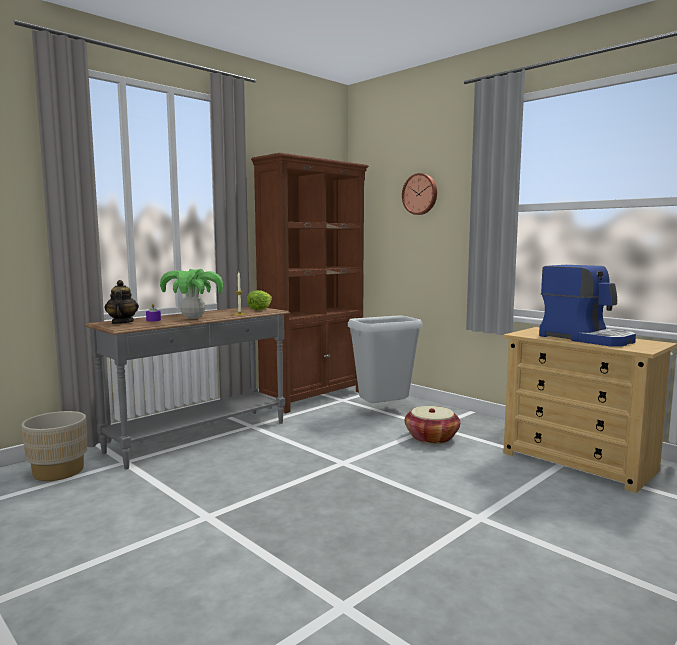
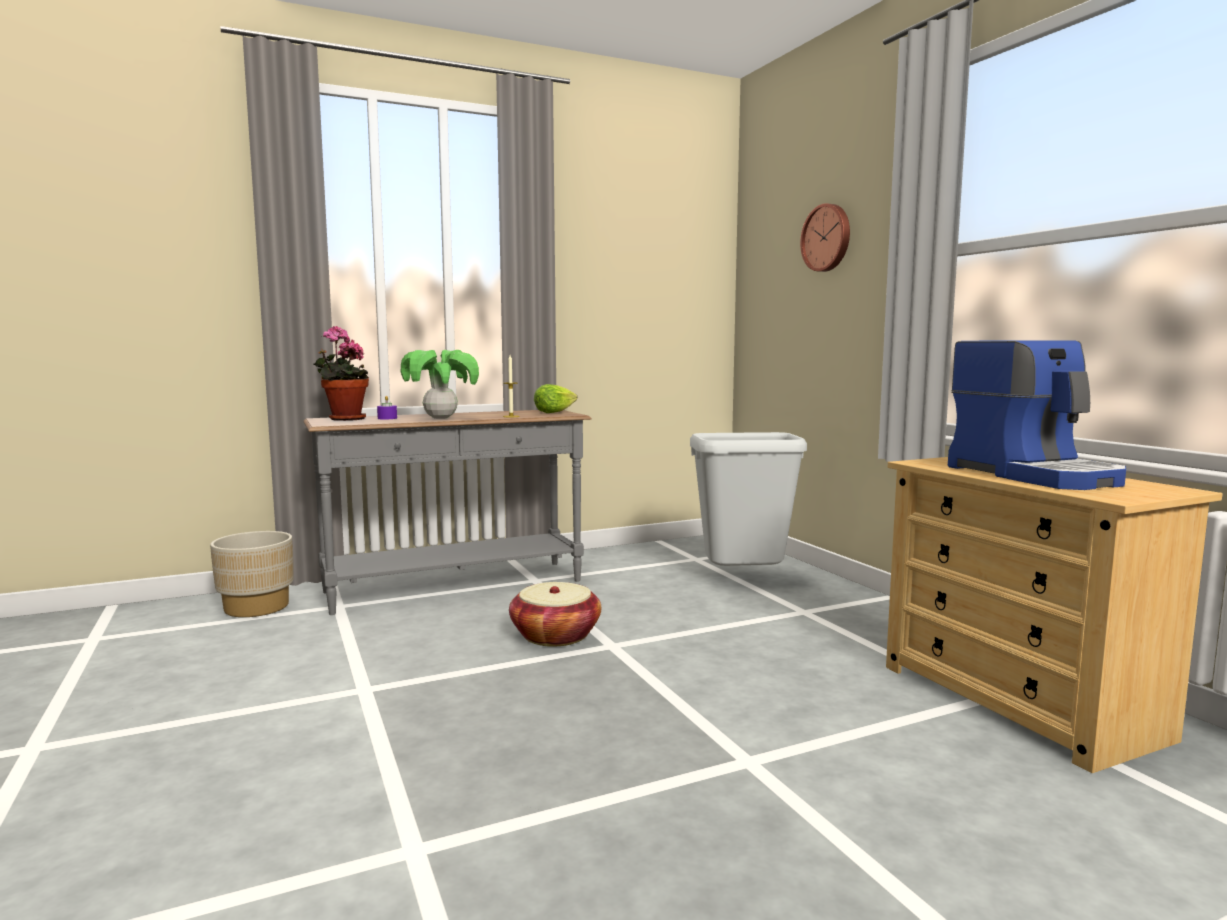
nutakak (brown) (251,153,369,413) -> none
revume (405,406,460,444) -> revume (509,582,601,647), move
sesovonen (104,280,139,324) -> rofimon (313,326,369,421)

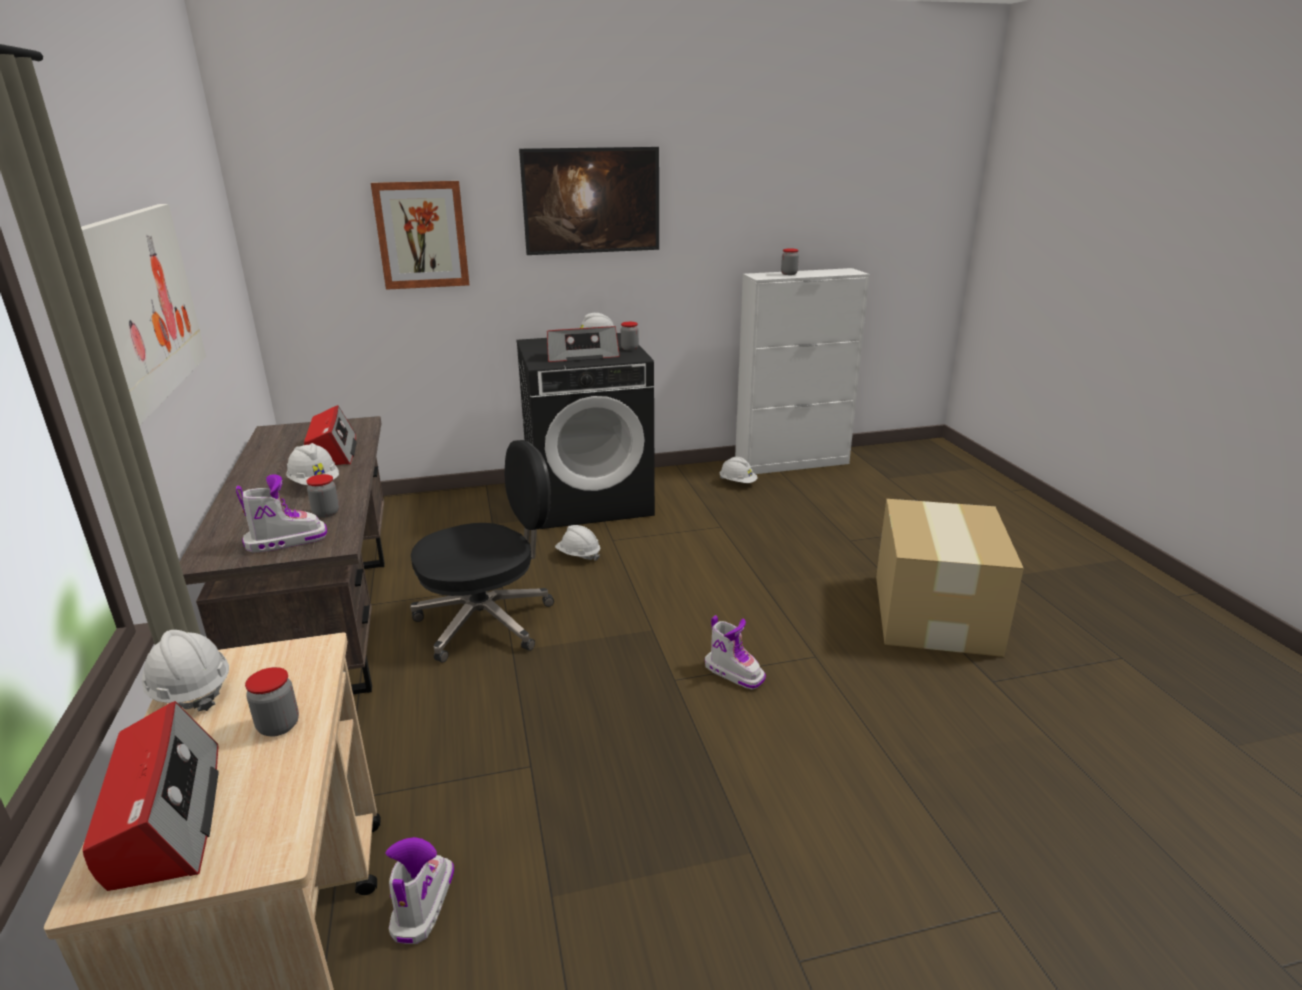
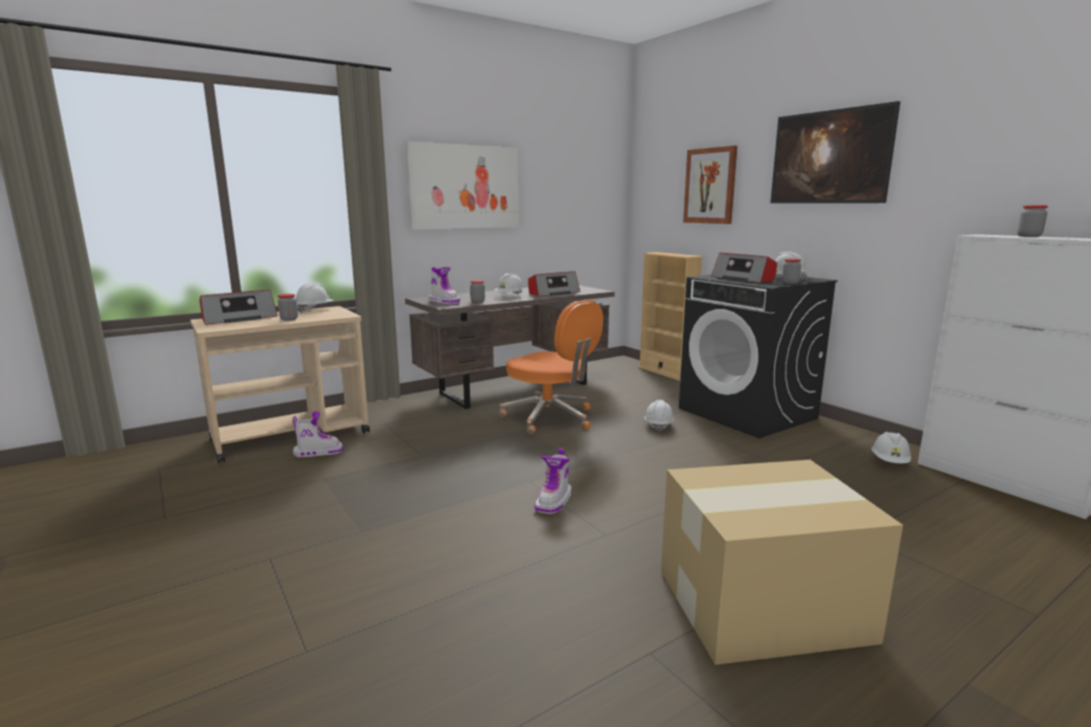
none -> nutakak (beige) (638,252,703,381)
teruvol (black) (410,440,554,663) -> teruvol (orange) (499,300,603,435)

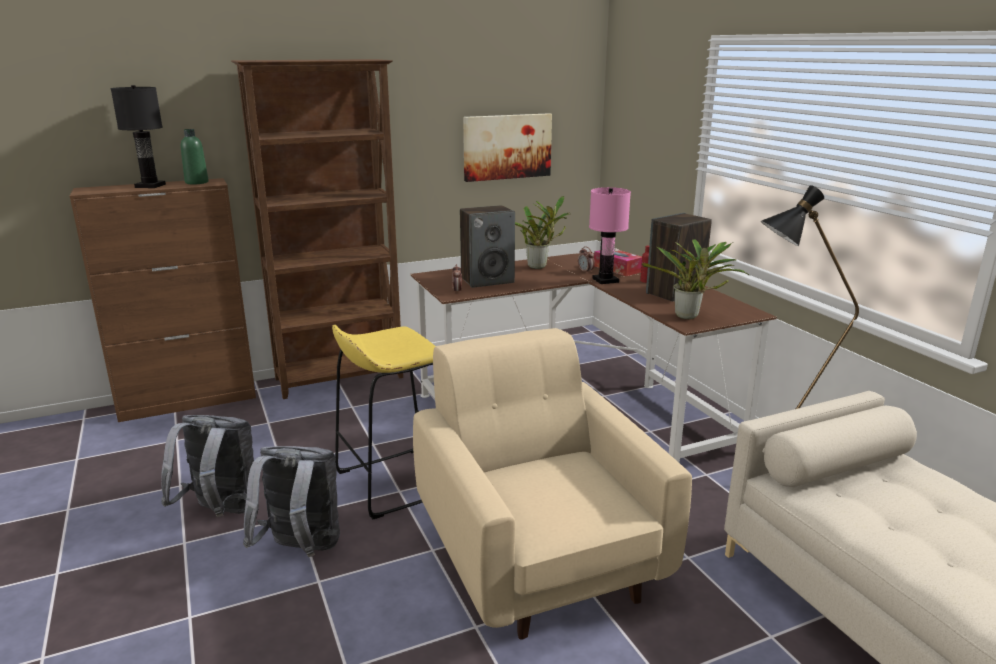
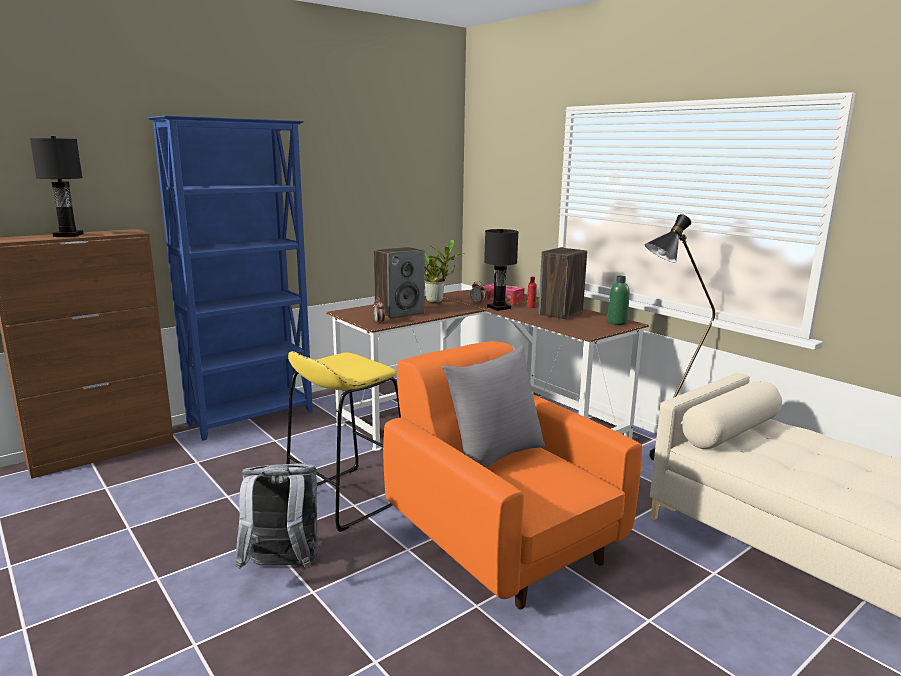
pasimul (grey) (161,415,254,517) -> none
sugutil (463,113,552,182) -> none
rofimon (642,239,749,319) -> none
none -> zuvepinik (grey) (442,345,545,468)
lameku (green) (181,129,209,184) -> lameku (green) (607,276,630,325), move
nutakak (brown) (231,59,403,399) -> nutakak (blue) (147,116,313,441)
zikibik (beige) (413,328,692,640) -> zikibik (orange) (383,341,642,609)
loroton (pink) (589,187,631,284) -> loroton (black) (484,229,519,311)

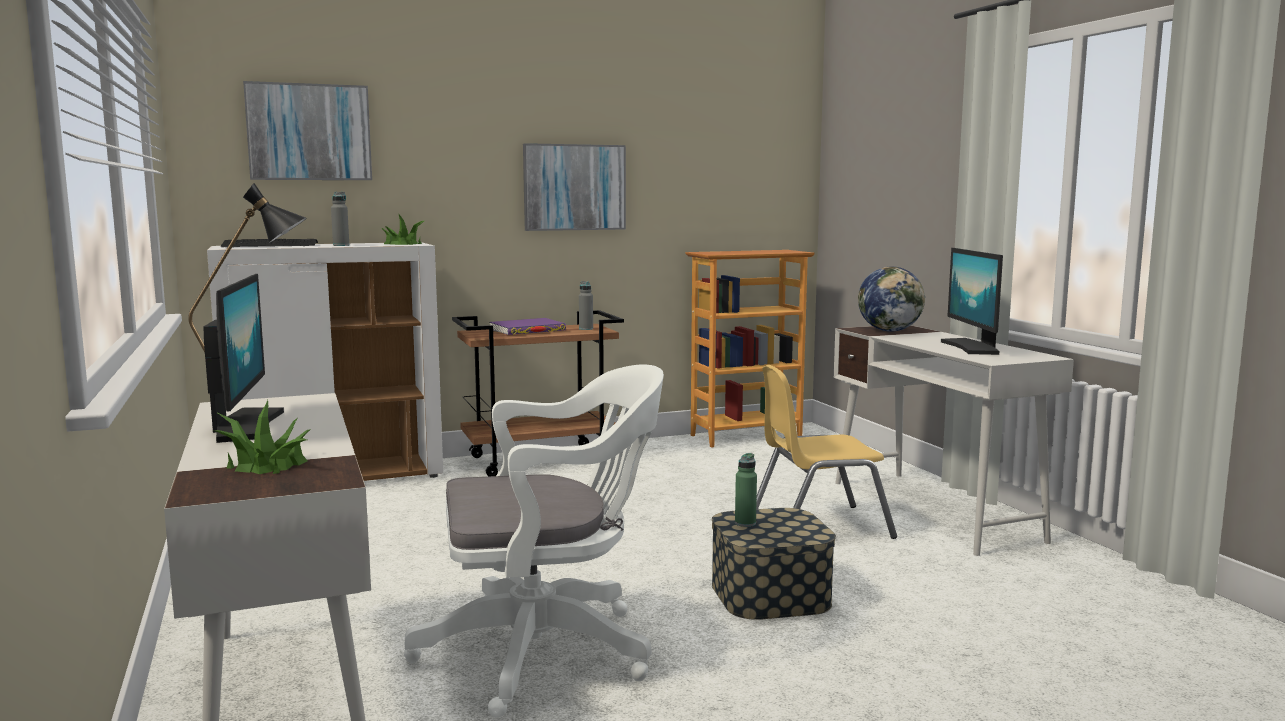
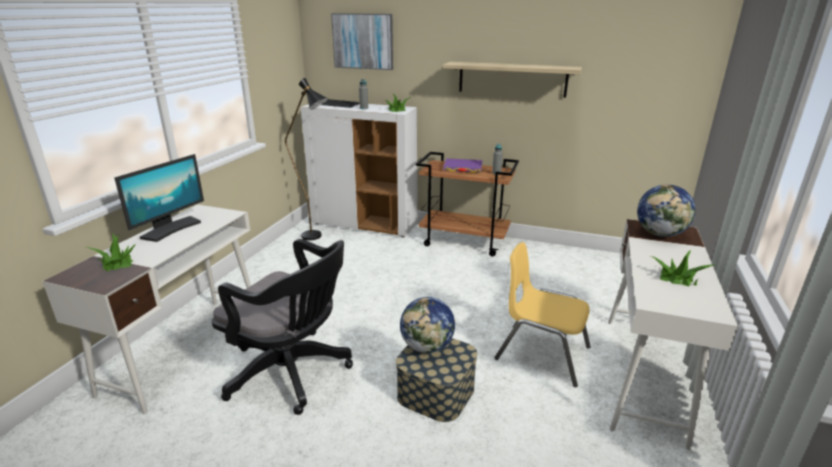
nutakak (685,250,815,447) -> none
sugutil (523,143,626,231) -> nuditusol (443,62,582,98)
lameku (green) (735,453,757,527) -> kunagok (400,297,455,353)
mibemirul (941,248,1003,355) -> rofimon (651,250,714,286)
teruvol (white) (404,364,664,718) -> teruvol (black) (212,239,353,415)

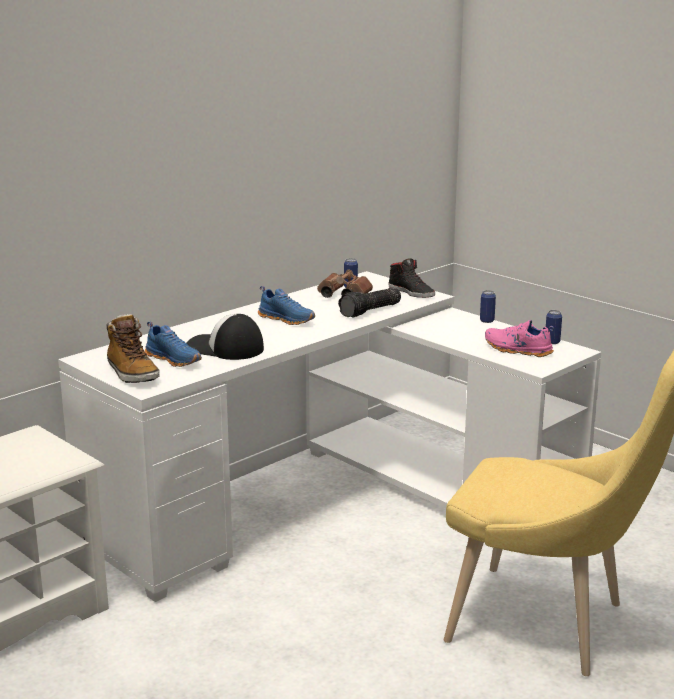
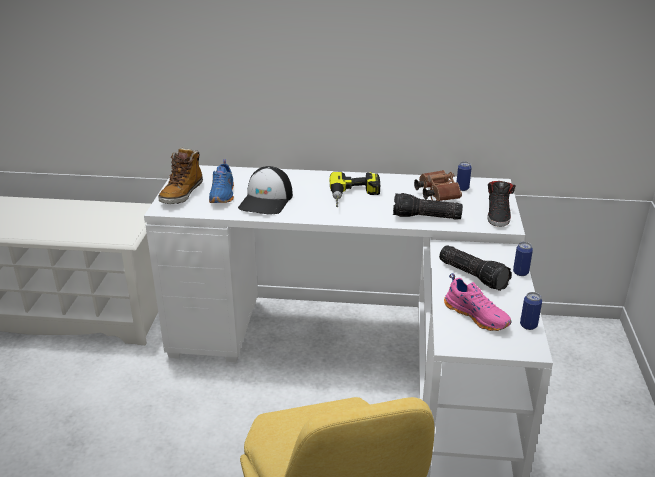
none -> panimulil (439,245,512,291)
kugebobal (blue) (258,286,315,325) -> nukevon (330,172,380,208)
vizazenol (186,314,264,360) -> vizazenol (238,166,293,214), 150 degrees counterclockwise
kugebobal (pink) (485,320,554,357) -> kugebobal (pink) (444,273,511,331), 150 degrees clockwise

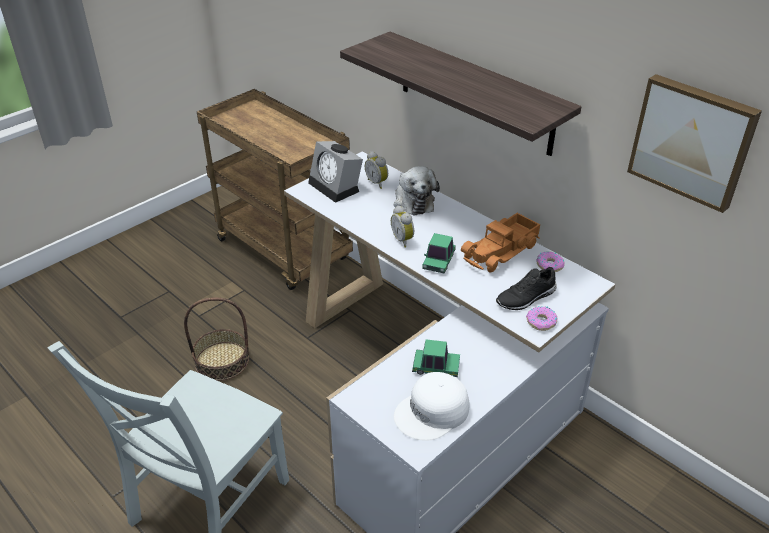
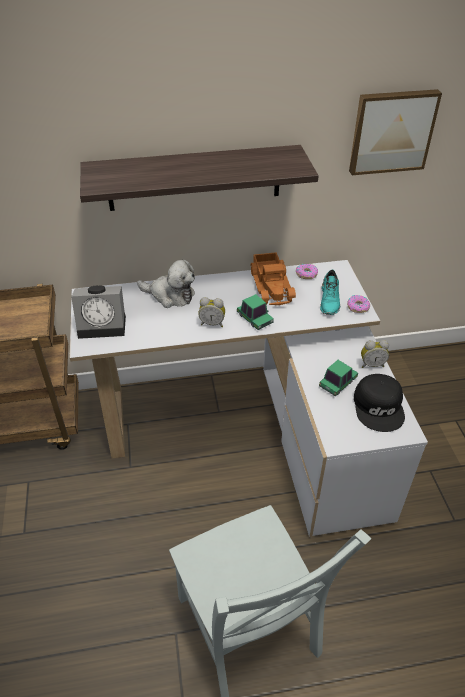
revume (184,297,249,381) -> none
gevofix (365,151,388,189) -> gevofix (361,340,389,368), move
vizazenol (white) (394,372,470,441) -> vizazenol (black) (354,374,405,432)
kugebobal (black) (496,267,557,310) -> kugebobal (turquoise) (320,270,340,315)

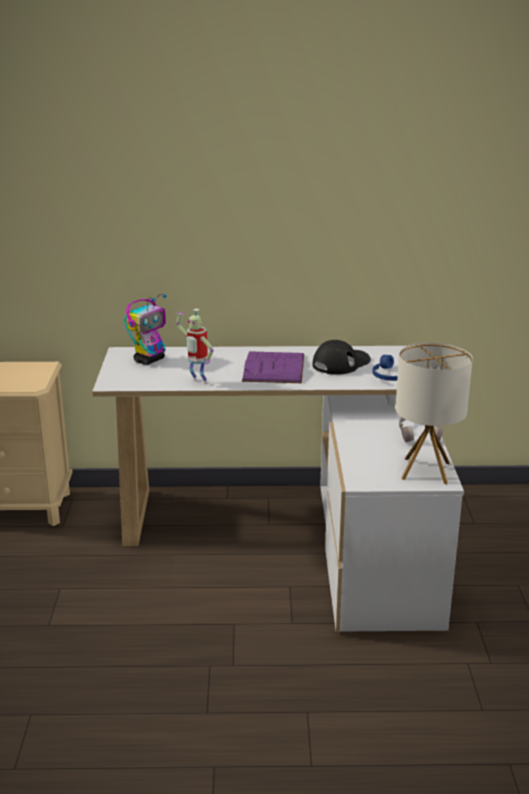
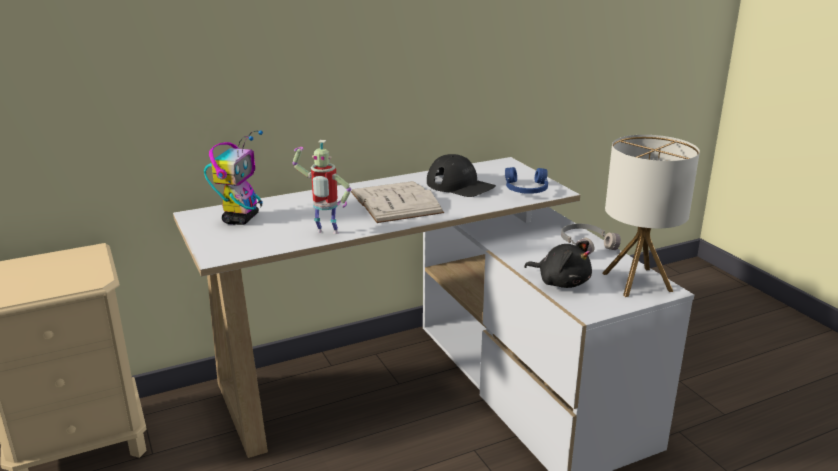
none -> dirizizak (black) (524,241,592,288)
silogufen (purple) (242,351,304,383) -> silogufen (white) (351,181,444,223)
vizazenol (black) (313,340,371,375) -> vizazenol (black) (427,154,496,197), 105 degrees clockwise

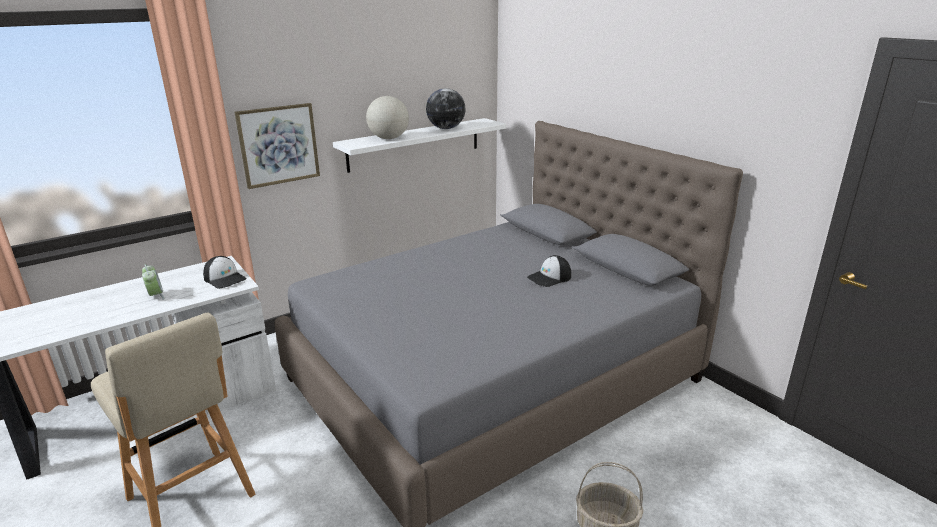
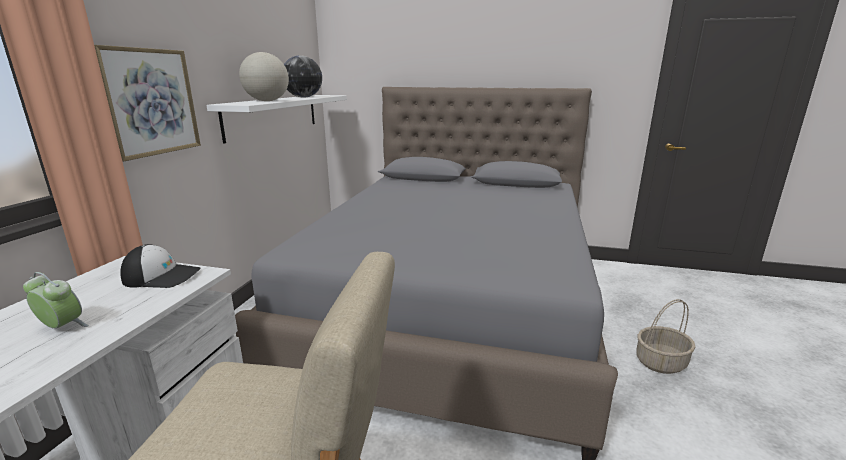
vizazenol (527,255,571,287) -> none

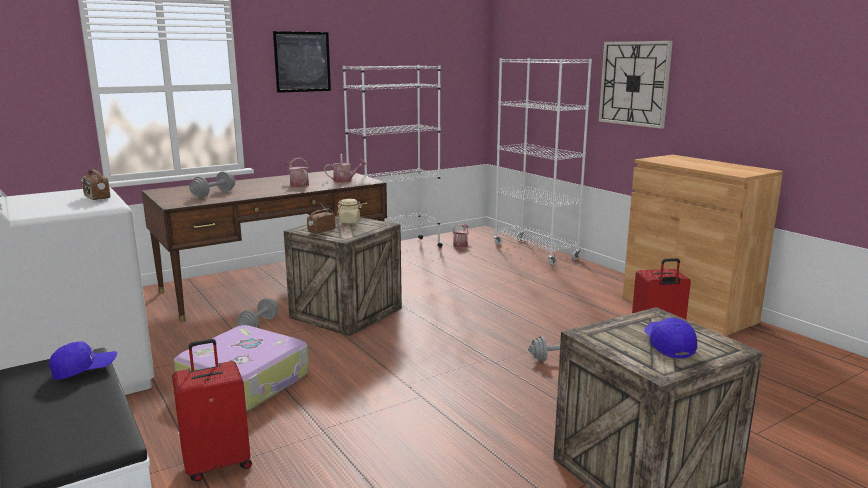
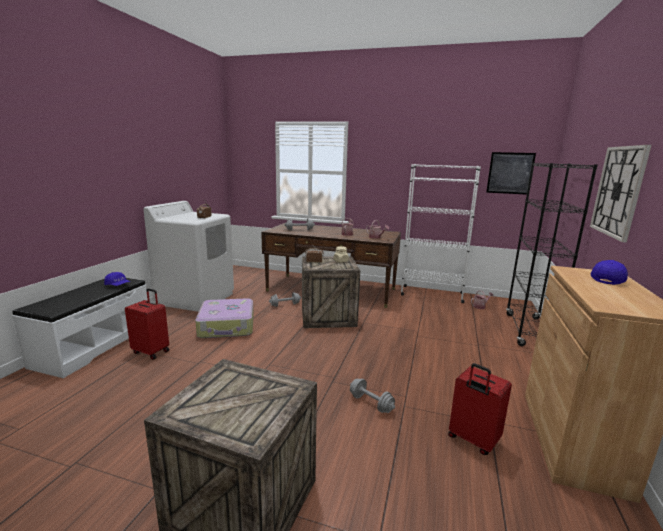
sugutil (273,31,331,93) -> sugutil (486,152,536,195), move
vizazenol (blue) (644,317,697,359) -> vizazenol (blue) (591,260,628,285), move
nutakak (white) (494,58,592,265) -> nutakak (black) (506,162,598,346)

